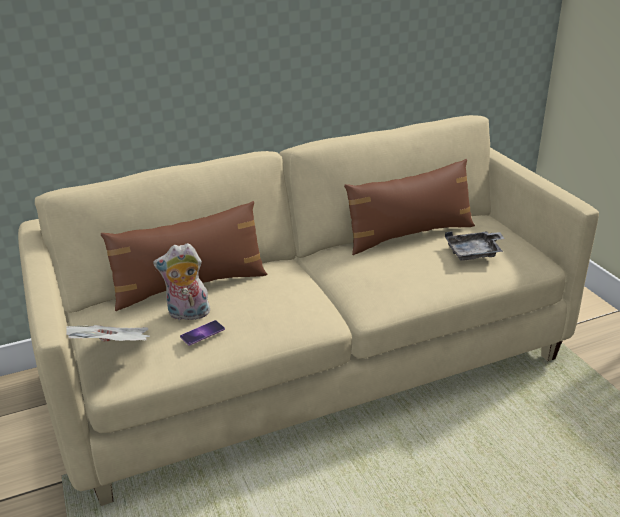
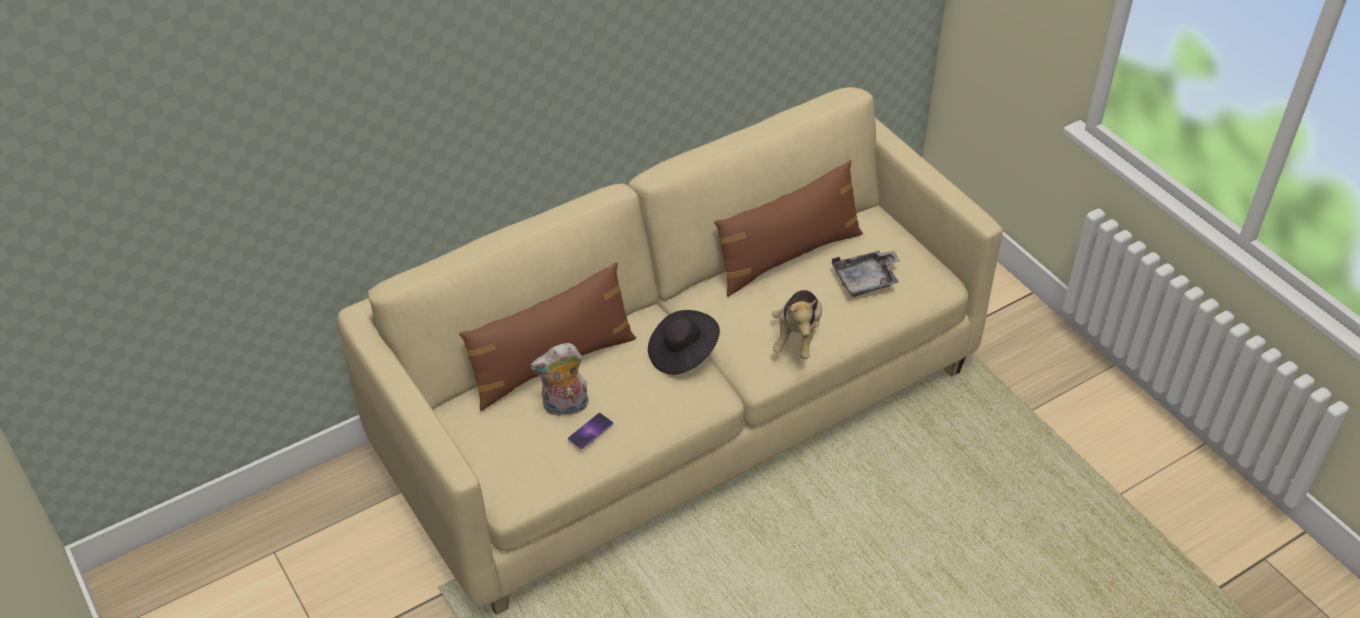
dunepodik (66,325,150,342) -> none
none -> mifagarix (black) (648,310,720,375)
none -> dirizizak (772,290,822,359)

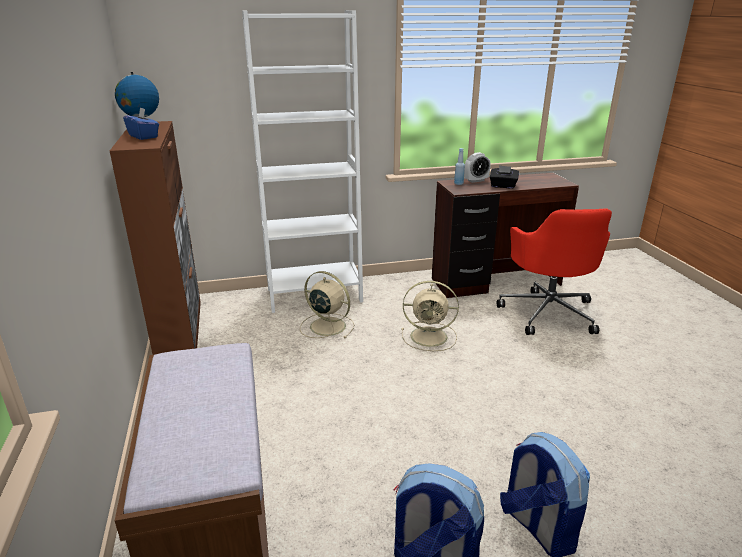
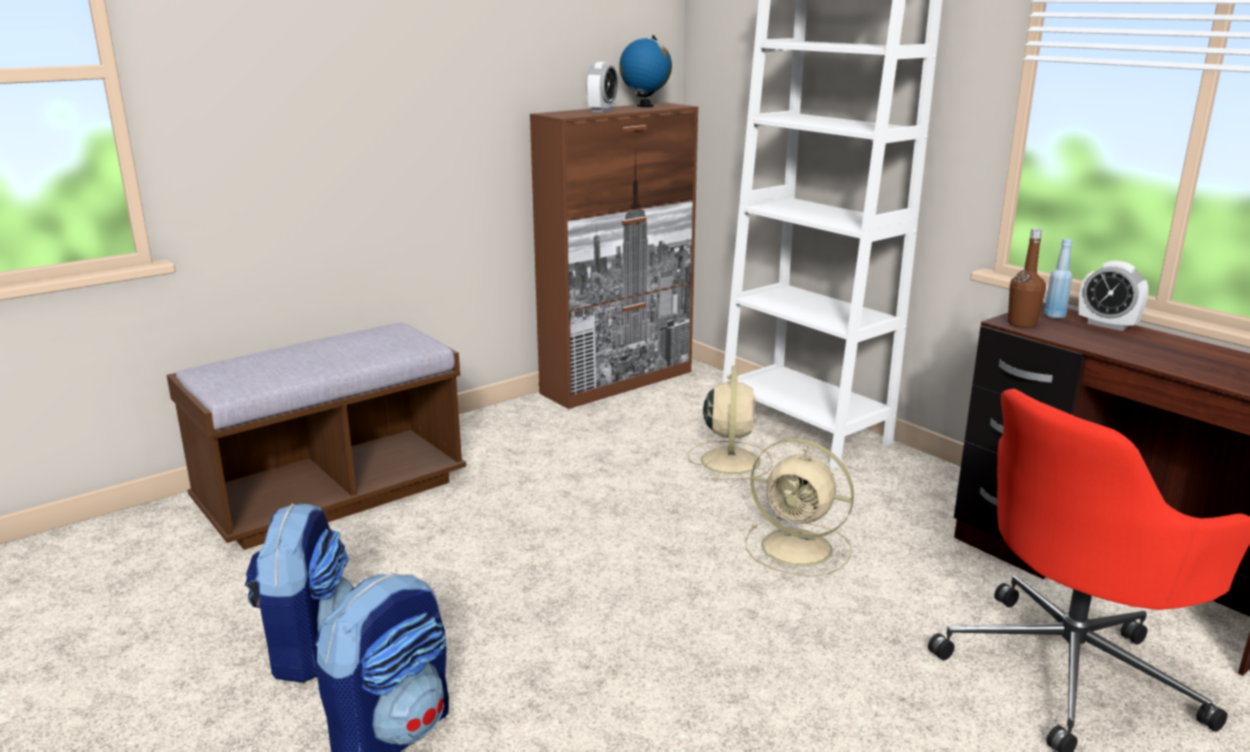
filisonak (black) (490,165,519,189) -> none
none -> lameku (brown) (1008,228,1046,328)
filisonak (blue) (123,107,159,140) -> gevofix (586,62,618,113)
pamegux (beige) (401,281,459,351) -> pamegux (beige) (745,439,854,577), 45 degrees counterclockwise

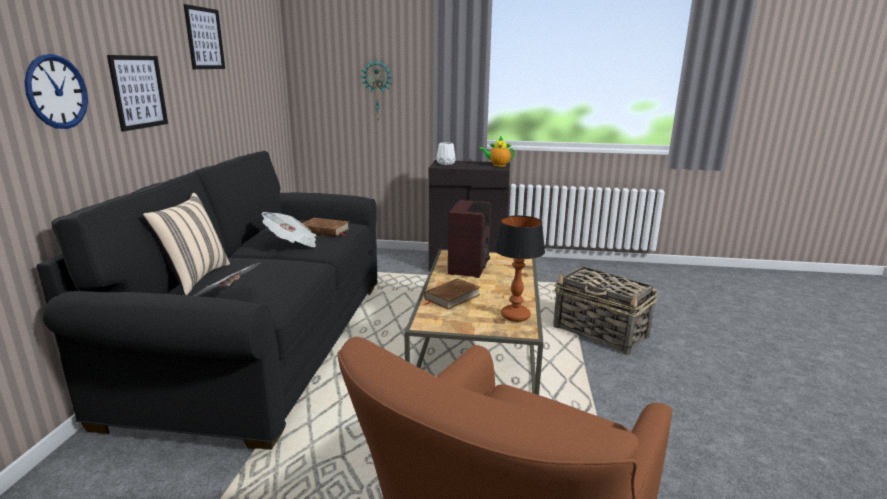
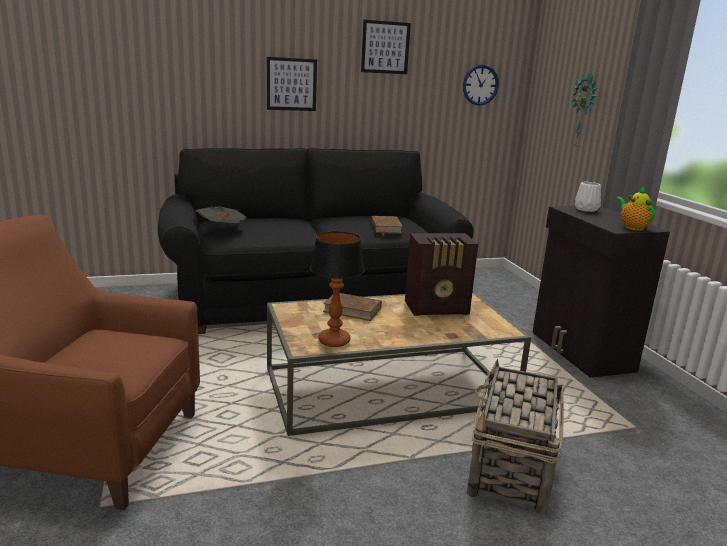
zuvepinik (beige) (142,193,230,295) -> none
dunepodik (262,212,316,247) -> none
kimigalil (24,54,88,129) -> kimigalil (463,65,499,105), move

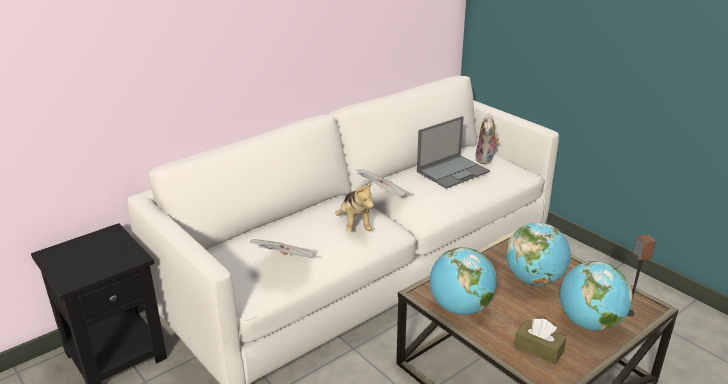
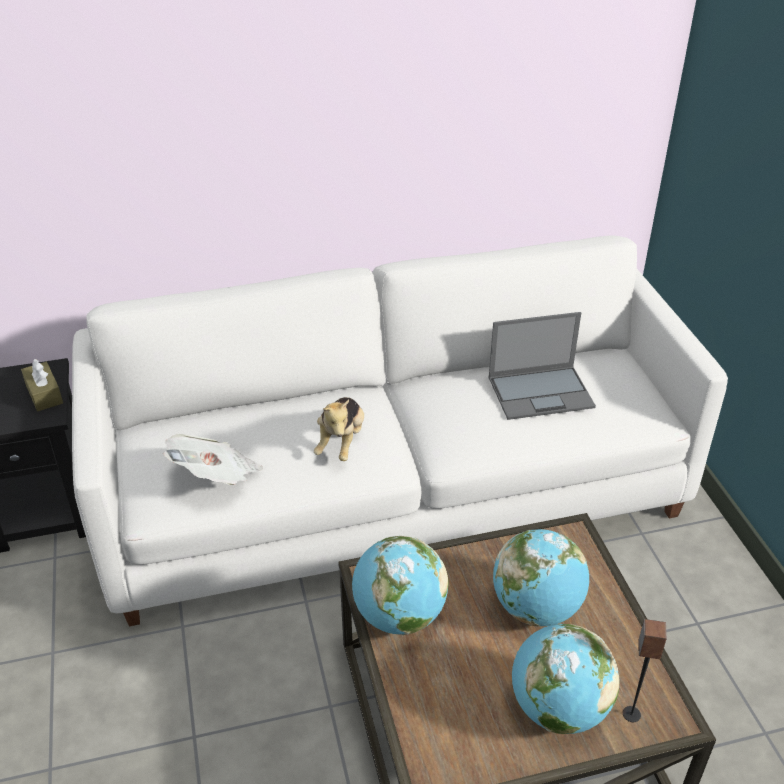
dunepodik (356,169,414,197) -> none
dirizizak (476,114,499,164) -> none
filisonak (brown) (514,319,567,364) -> filisonak (brown) (21,359,63,411), move

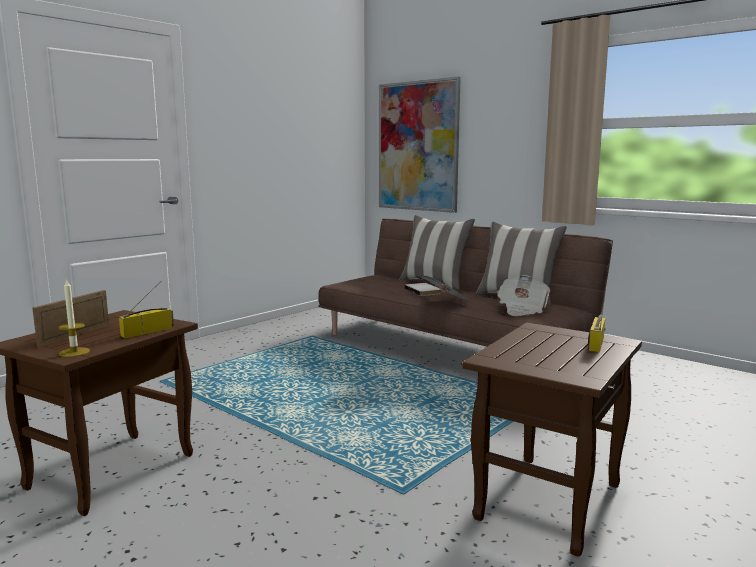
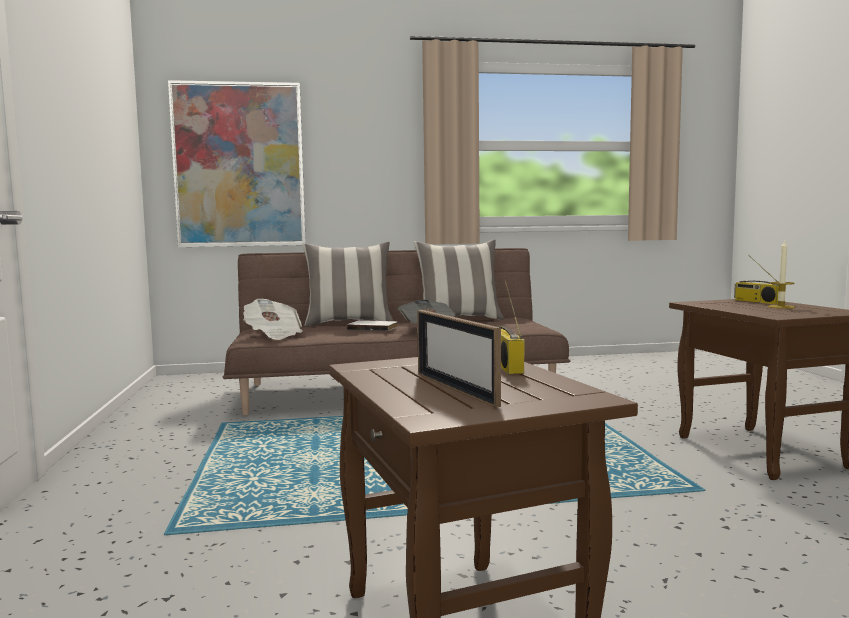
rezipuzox (58,278,90,357) -> rezipuzox (767,240,795,309), move
dunepodik (497,275,551,316) -> dunepodik (243,299,303,340), move

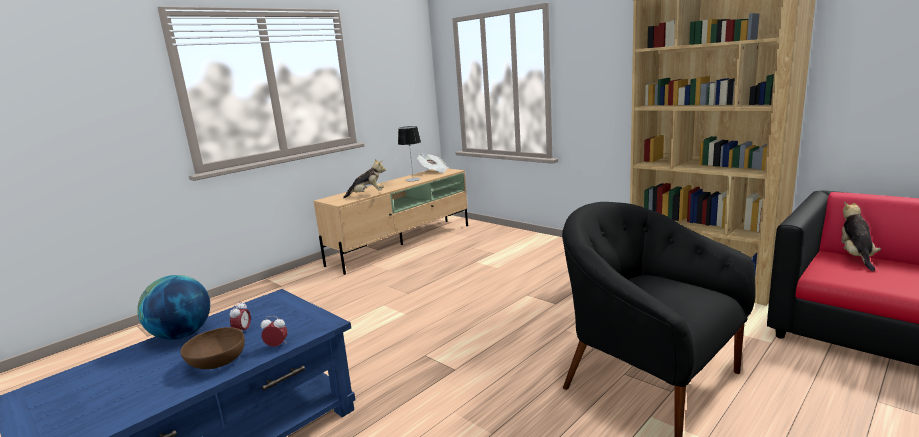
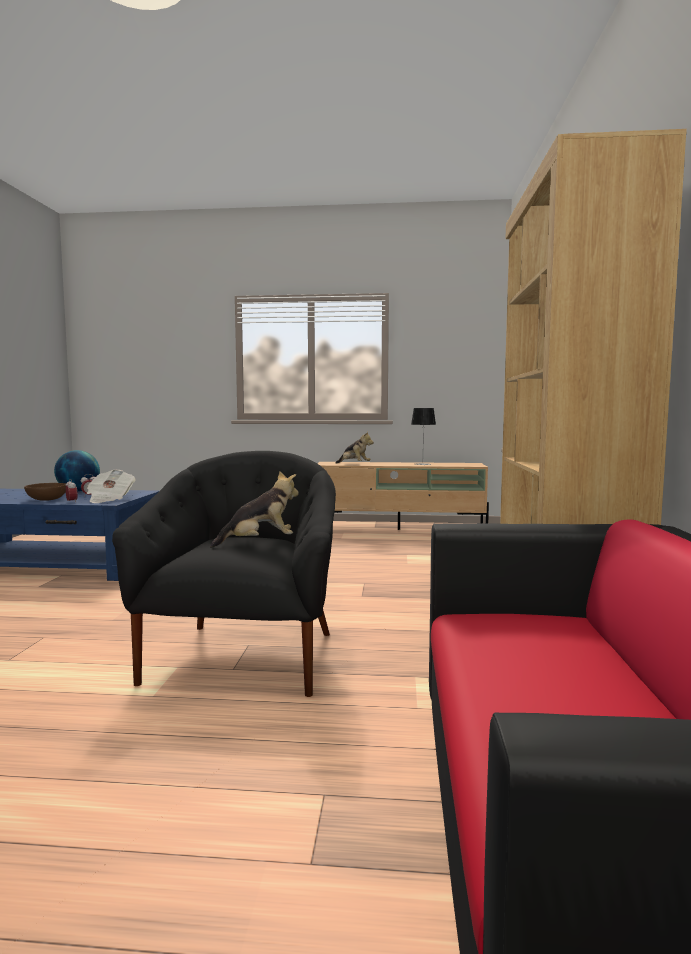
dunepodik (417,153,449,173) -> dunepodik (87,470,136,503), move
dirizizak (841,201,881,271) -> dirizizak (210,471,299,548), move

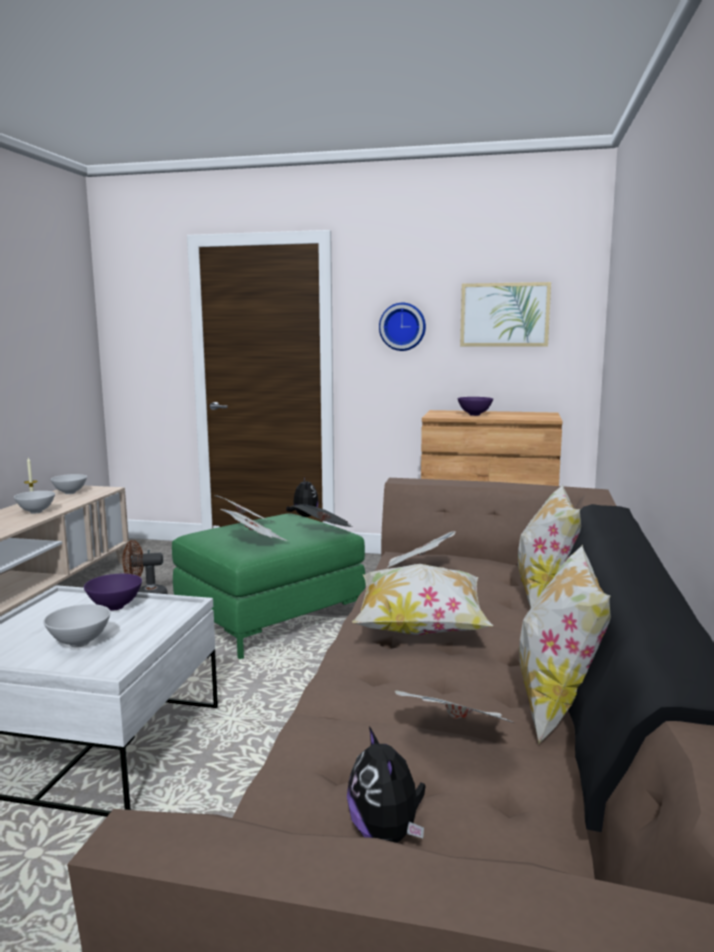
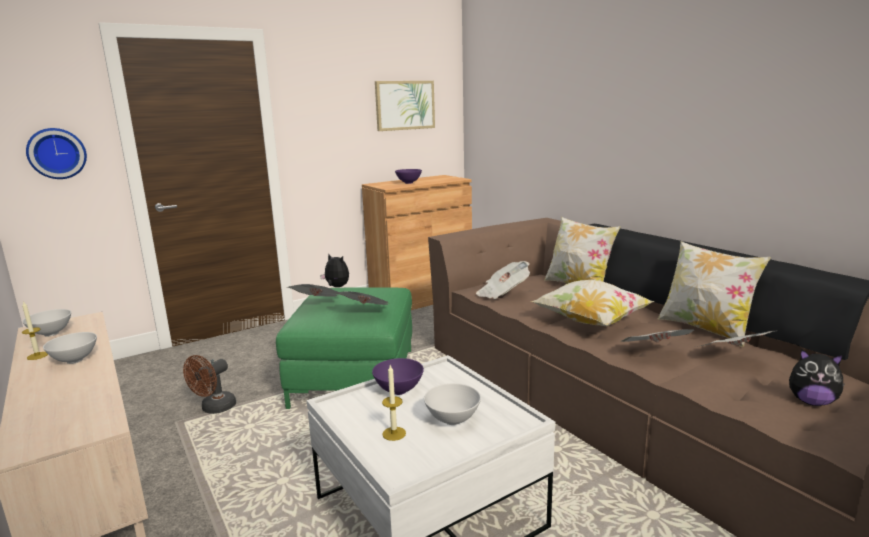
none -> rezipuzox (382,365,406,441)
dunepodik (293,504,354,527) -> dunepodik (620,329,694,343), move
kimigalil (379,303,426,351) -> kimigalil (26,128,87,179), move

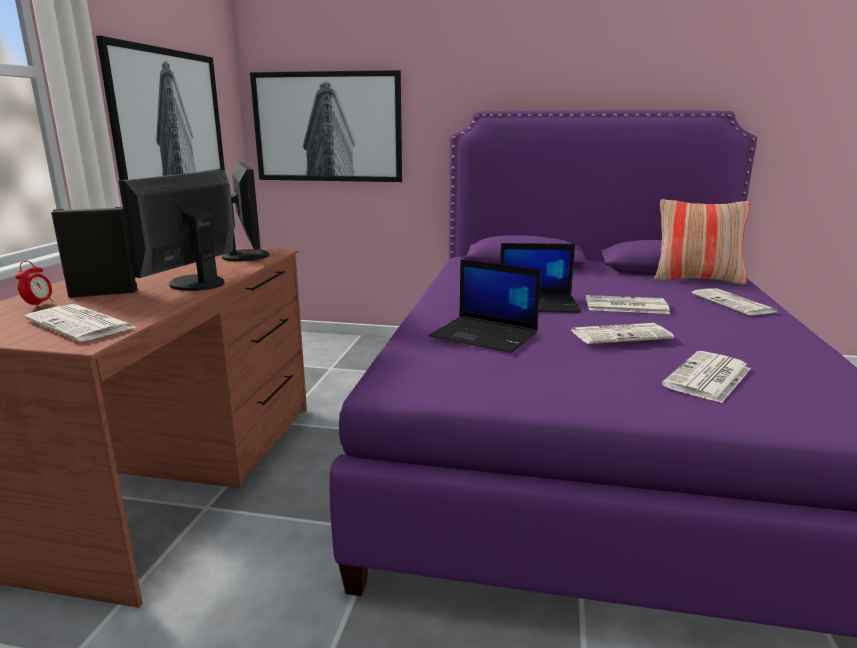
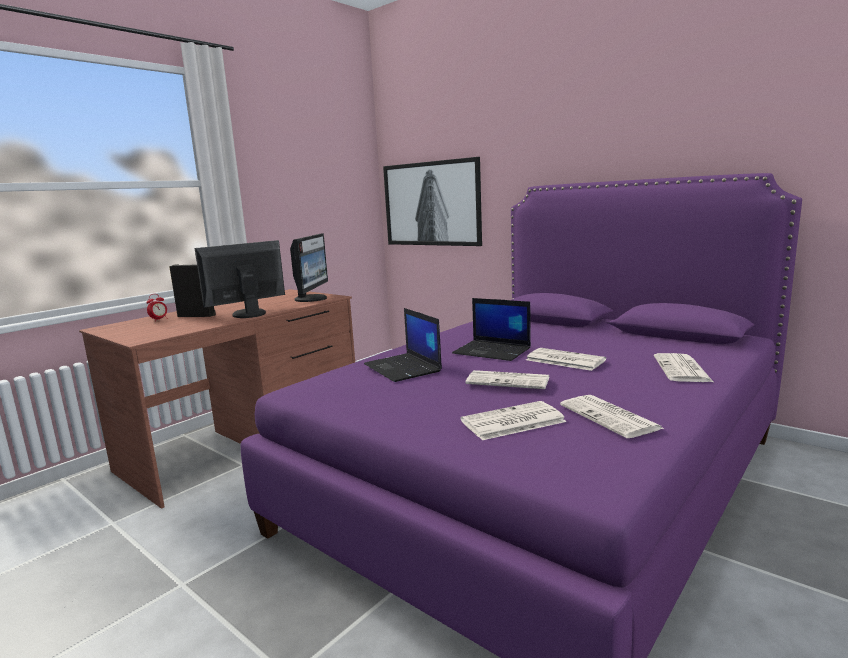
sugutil (96,36,225,180) -> none
zuvepinik (655,199,751,285) -> none
dunepodik (25,304,135,342) -> dunepodik (560,395,664,438), move

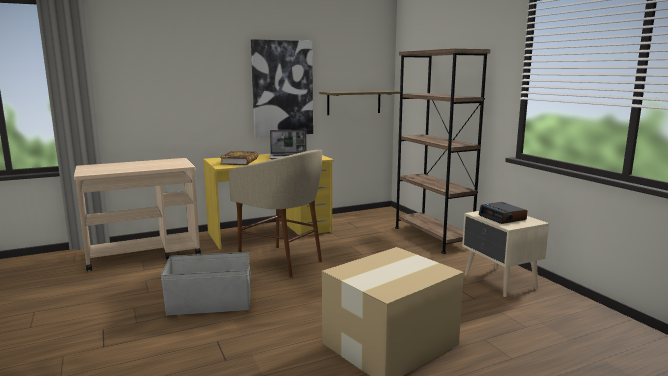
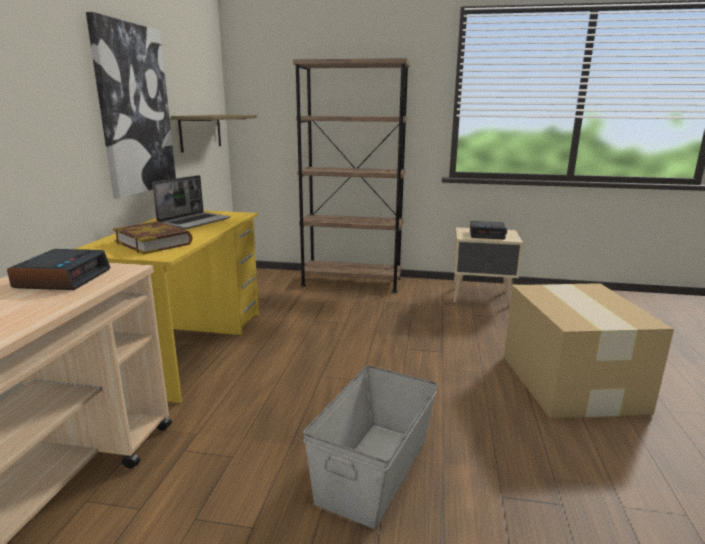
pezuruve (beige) (229,150,322,277) -> none
none -> gevofix (7,249,111,290)

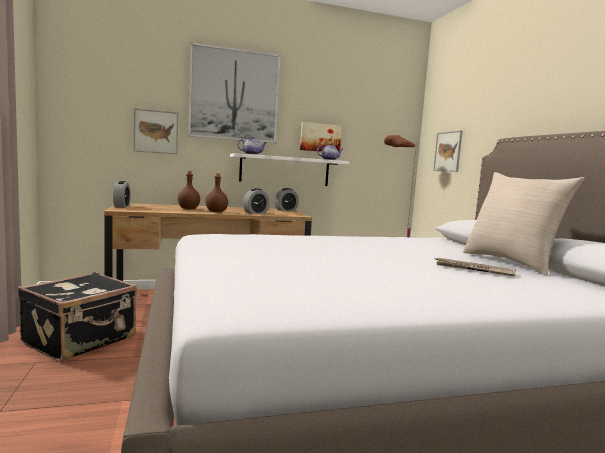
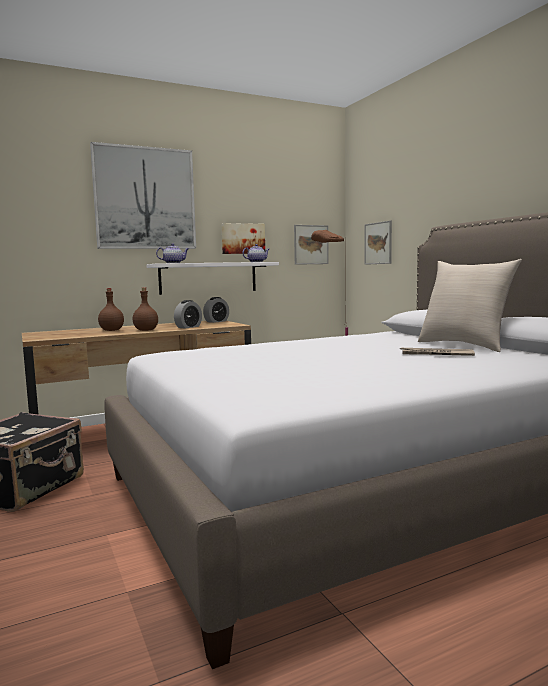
gevofix (113,181,131,208) -> none
sugutil (134,108,178,154) -> sugutil (294,225,329,265), move

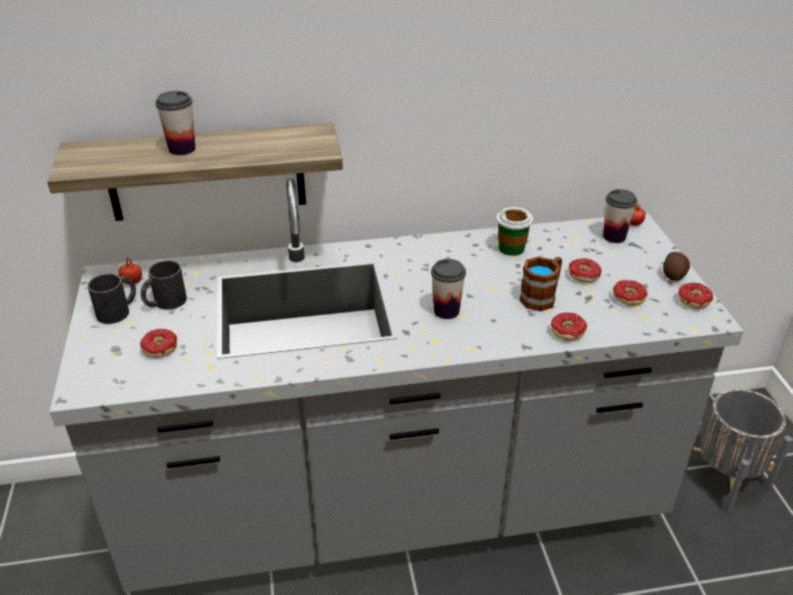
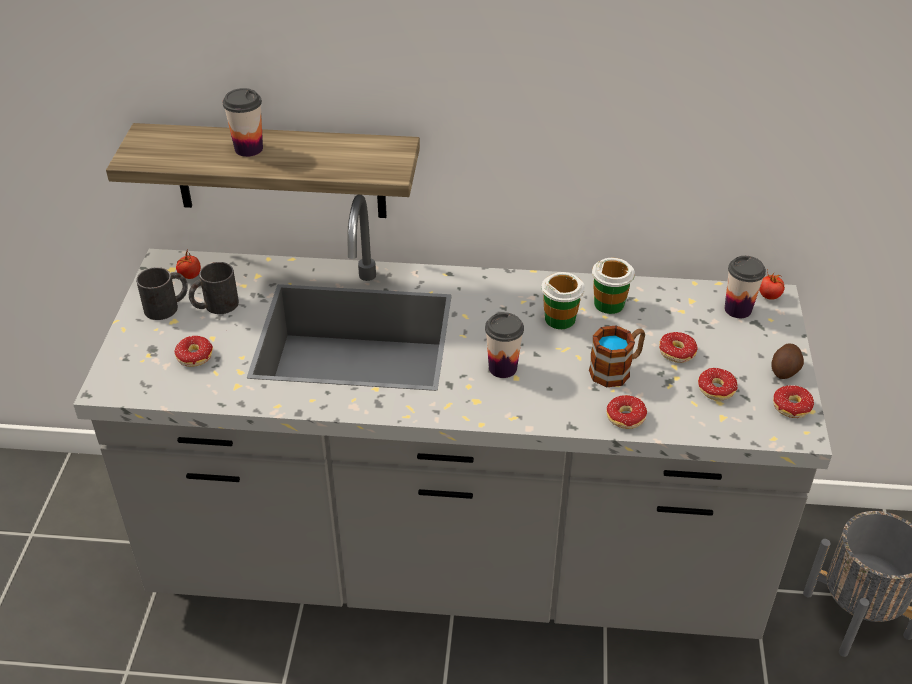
none -> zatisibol (541,272,585,329)

